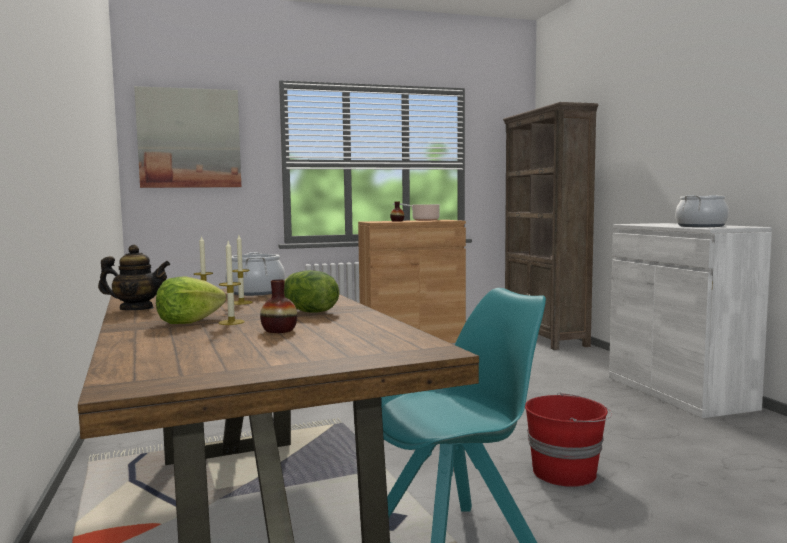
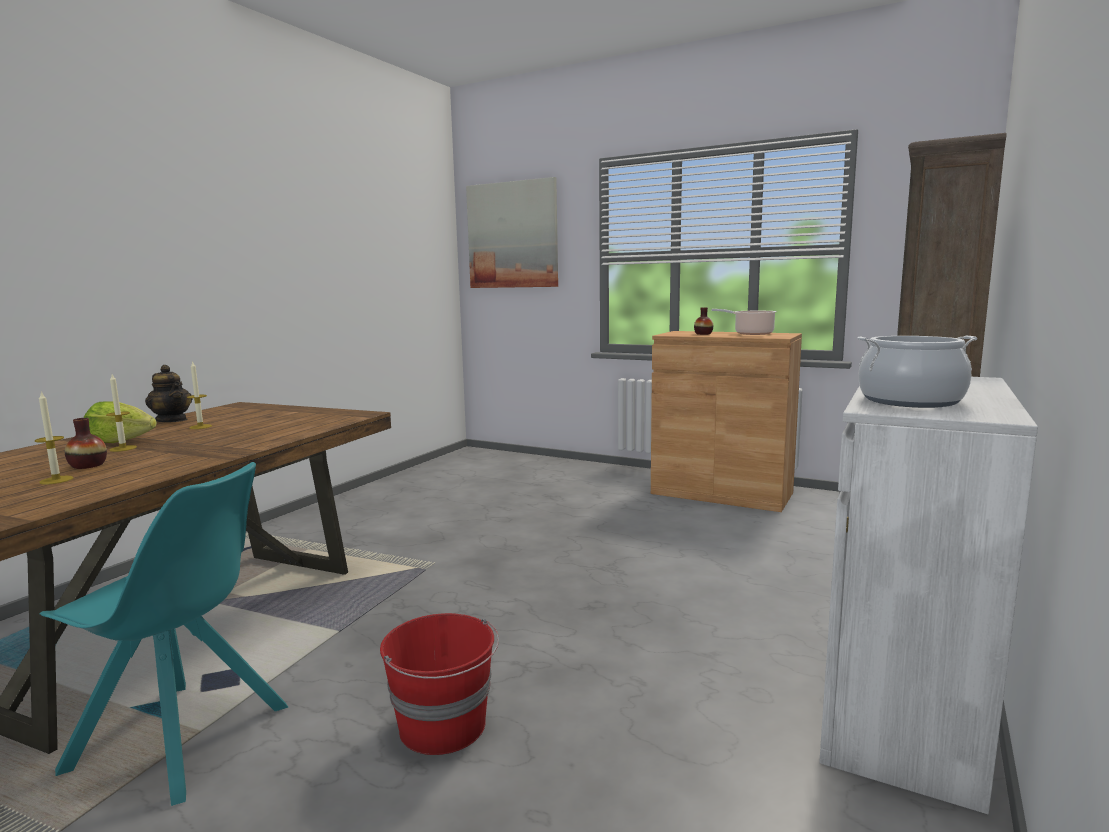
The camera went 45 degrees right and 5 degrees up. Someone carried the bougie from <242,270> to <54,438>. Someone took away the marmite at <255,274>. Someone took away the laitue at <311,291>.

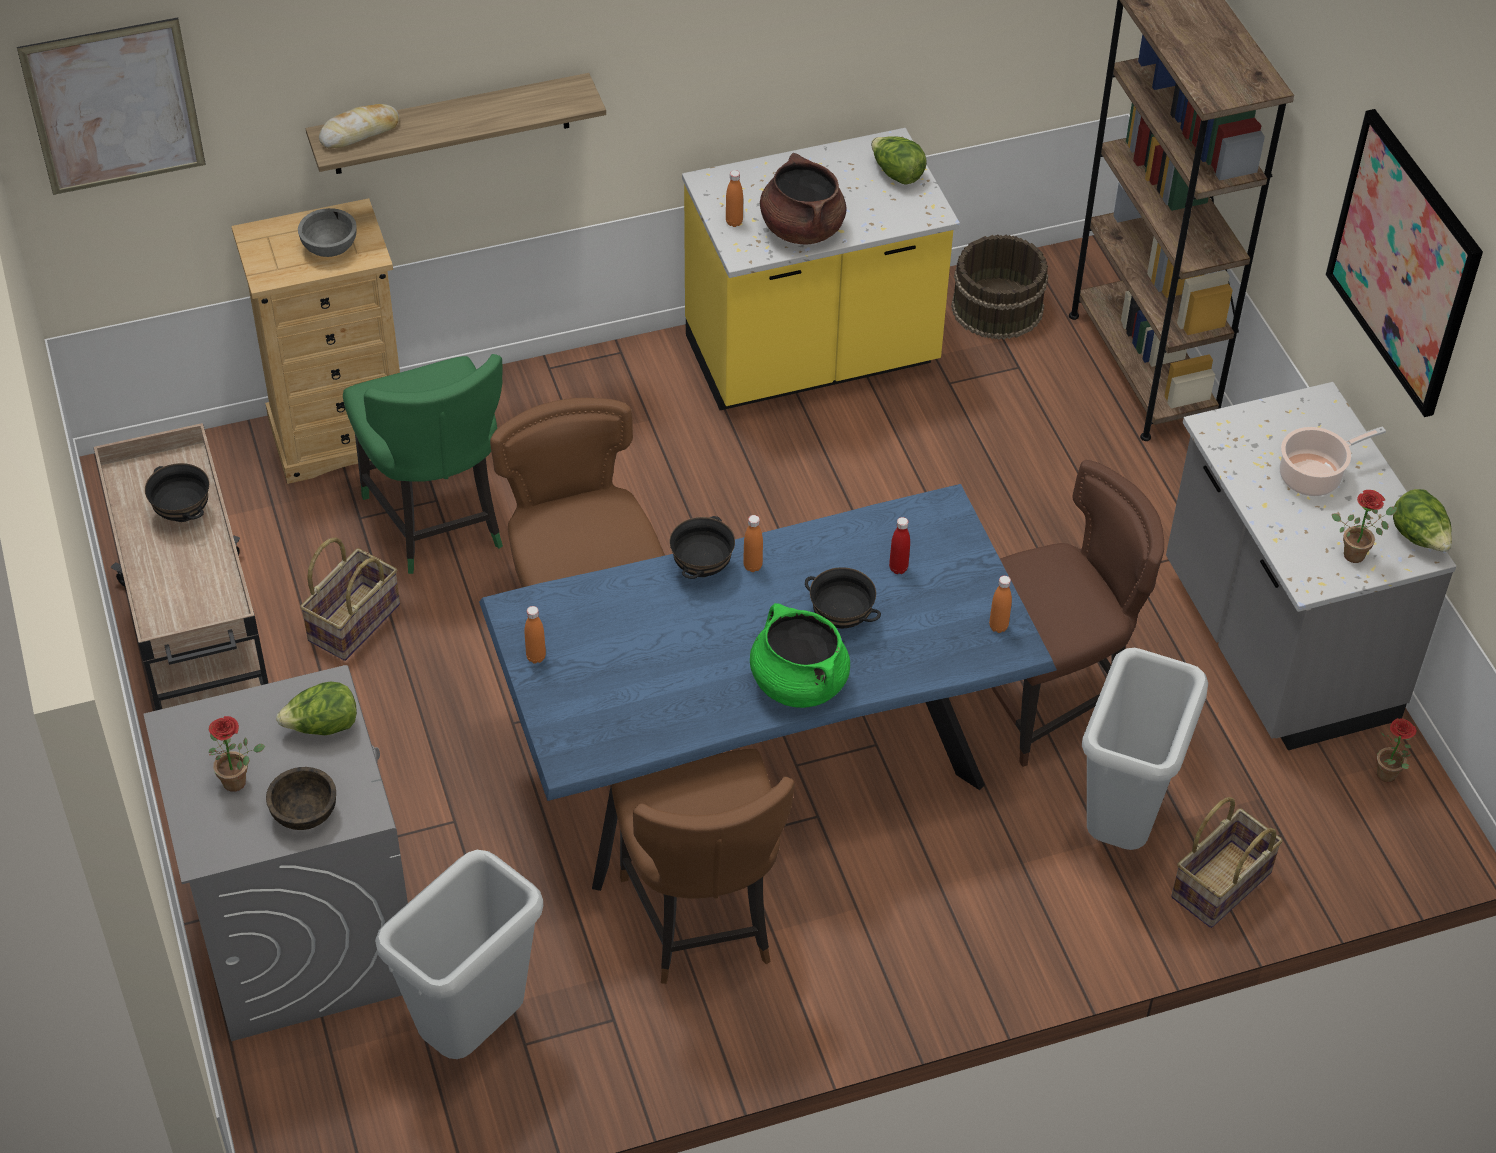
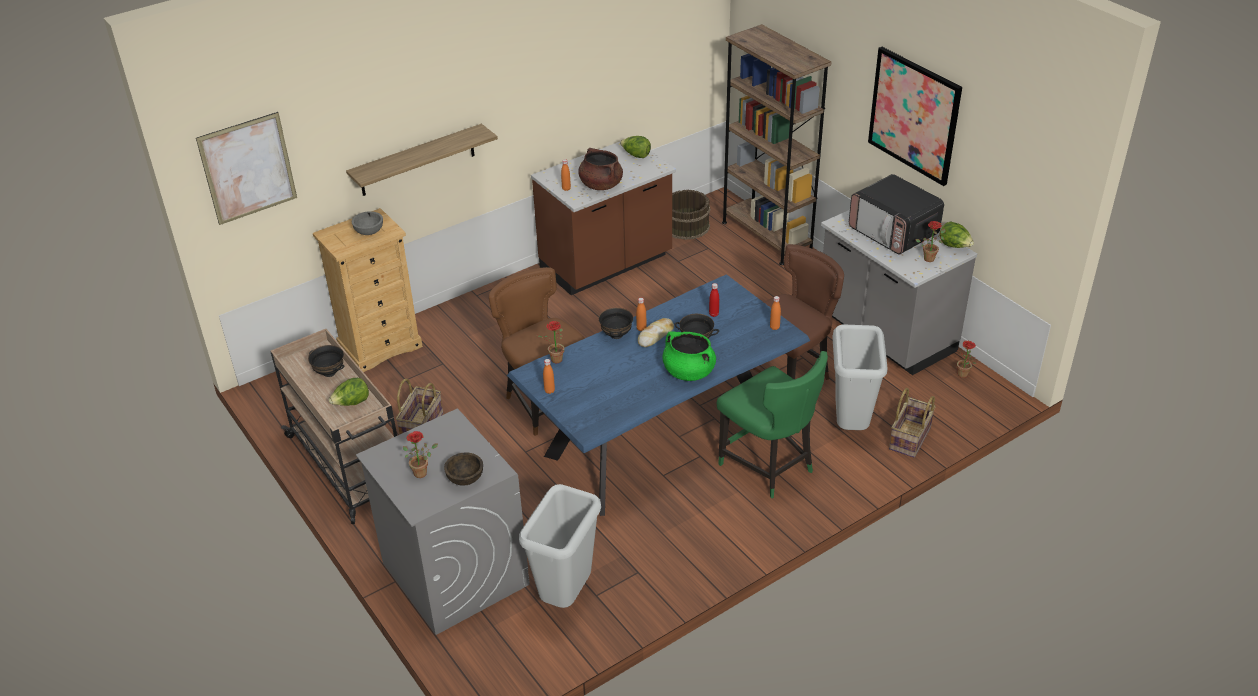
The camera went 15 degrees left and 10 degrees down. Someone carried the laitue from <316,708> to <349,392>. Someone repainted the comptoir de cuisine (jaune) at <821,269>, which became the comptoir de cuisine (marron) at <603,218>. Someone put down the plante en pot at <550,342>. Someone carried the pain from <359,126> to <656,332>. Someone carried the chaise (vert) from <423,464> to <772,424>. Someone swapped the marmite at <1333,461> for the micro-ondes at <896,214>. Someone took away the chaise (marron) at <703,866>.

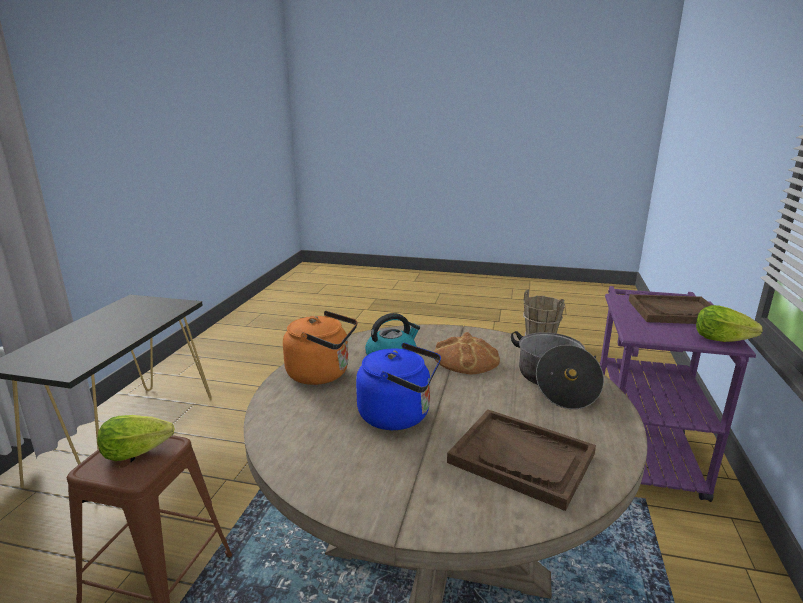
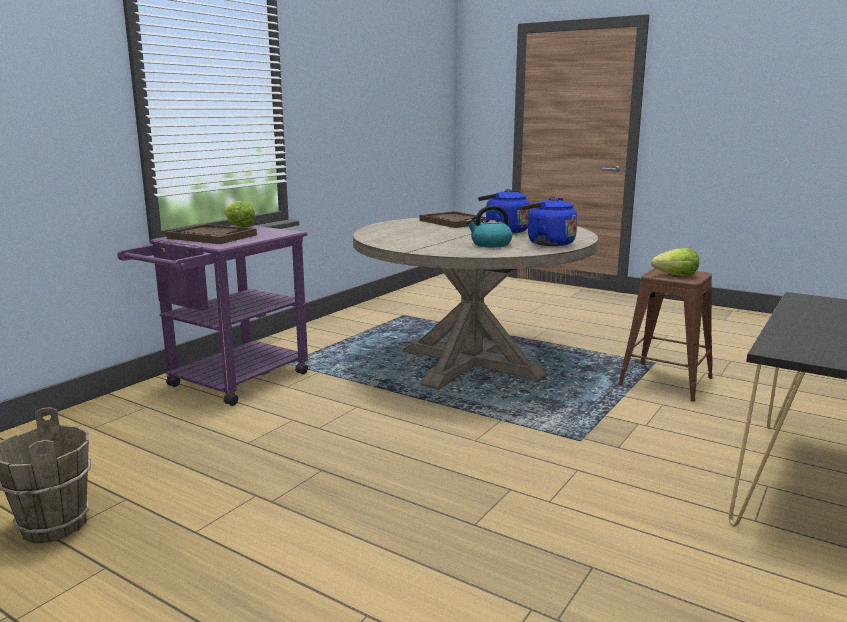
The camera went 160 degrees left and 5 degrees down. Someone repainted the bouilloire (orange) at <320,348>, which became the bouilloire (bleu) at <548,221>. Someone took away the pain at <467,353>. Someone took away the marmite at <557,370>.

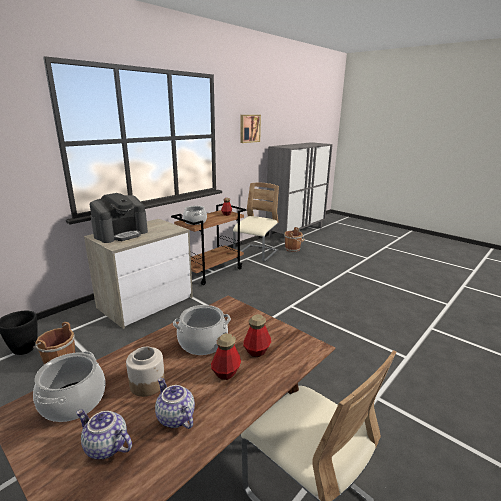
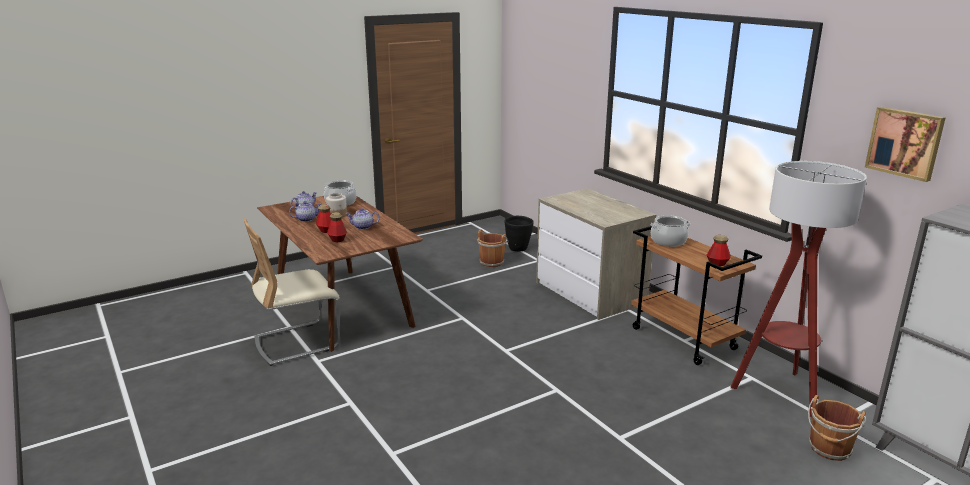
The camera went 105 degrees right and 0 degrees up. Someone swapped the marmite at <202,330> for the théière at <362,219>. Someone swapped the chaise (beige) at <256,222> for the lampadaire at <799,289>. Someone took away the machine à café at <119,218>.

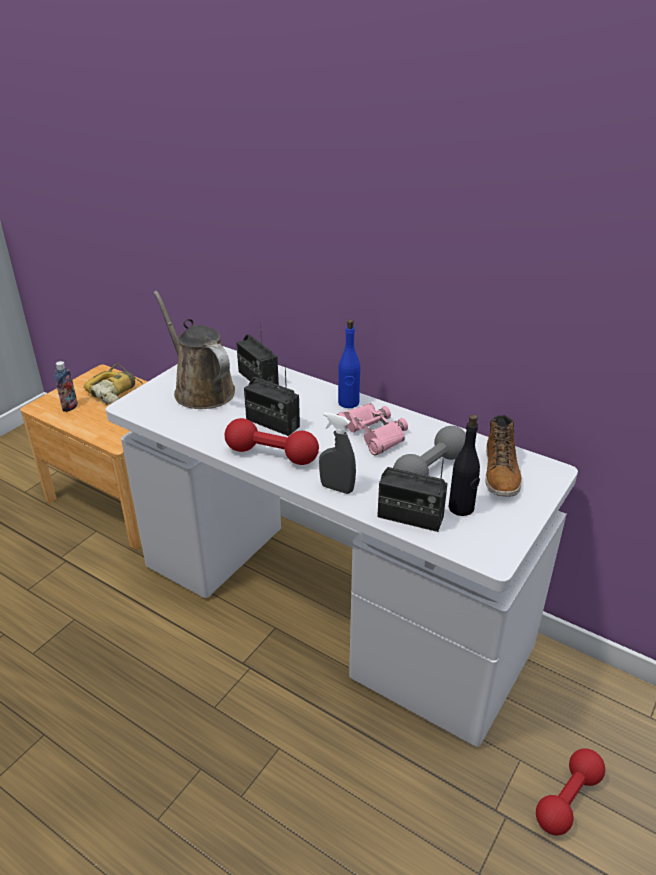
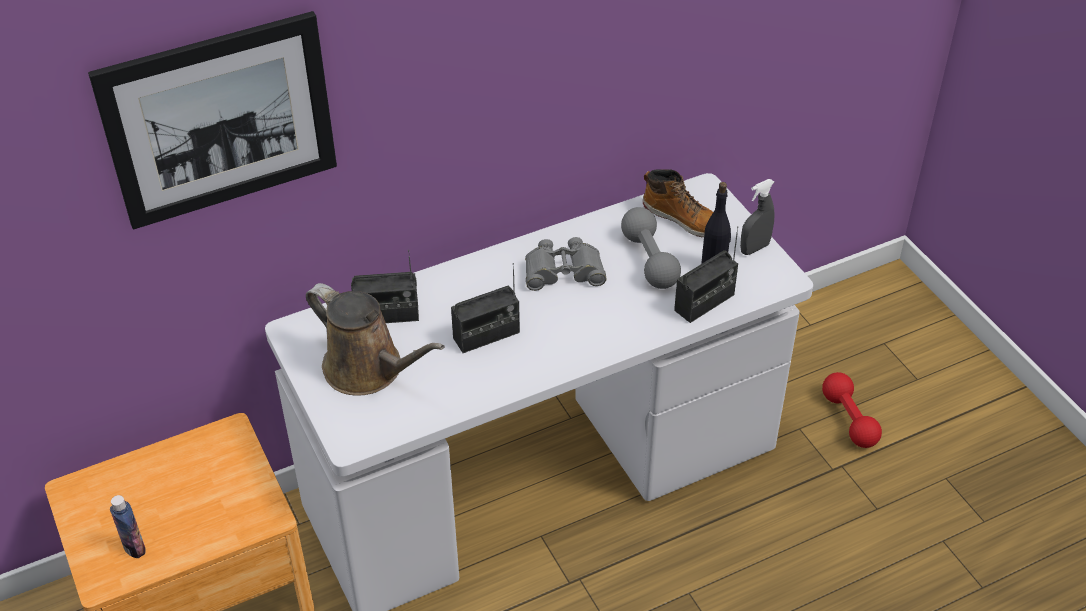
The camera went 60 degrees left and 10 degrees up. Someone put up the tableau at <212,120>. Someone rotated the arrosoir (marron) at <194,350> by 135 degrees counterclockwise. Someone repainted the jumelles (rose) at <372,429>, which became the jumelles (gris) at <565,264>. Someone carried the vaporisateur (gris) from <337,453> to <757,217>. Someone took away the perceuse at <113,383>. Someone took away the haltère (rouge) at <272,441>. Someone took away the bouteille (bleu) at <349,363>.

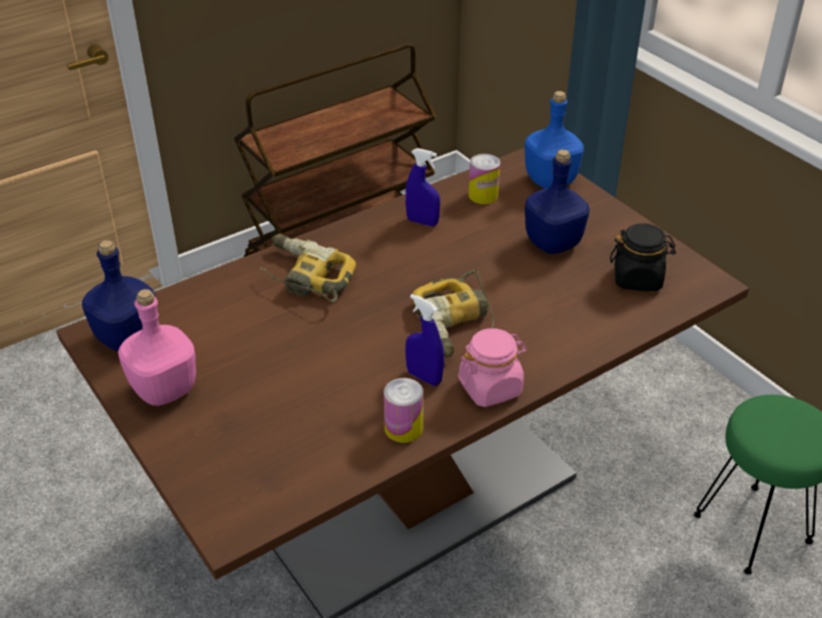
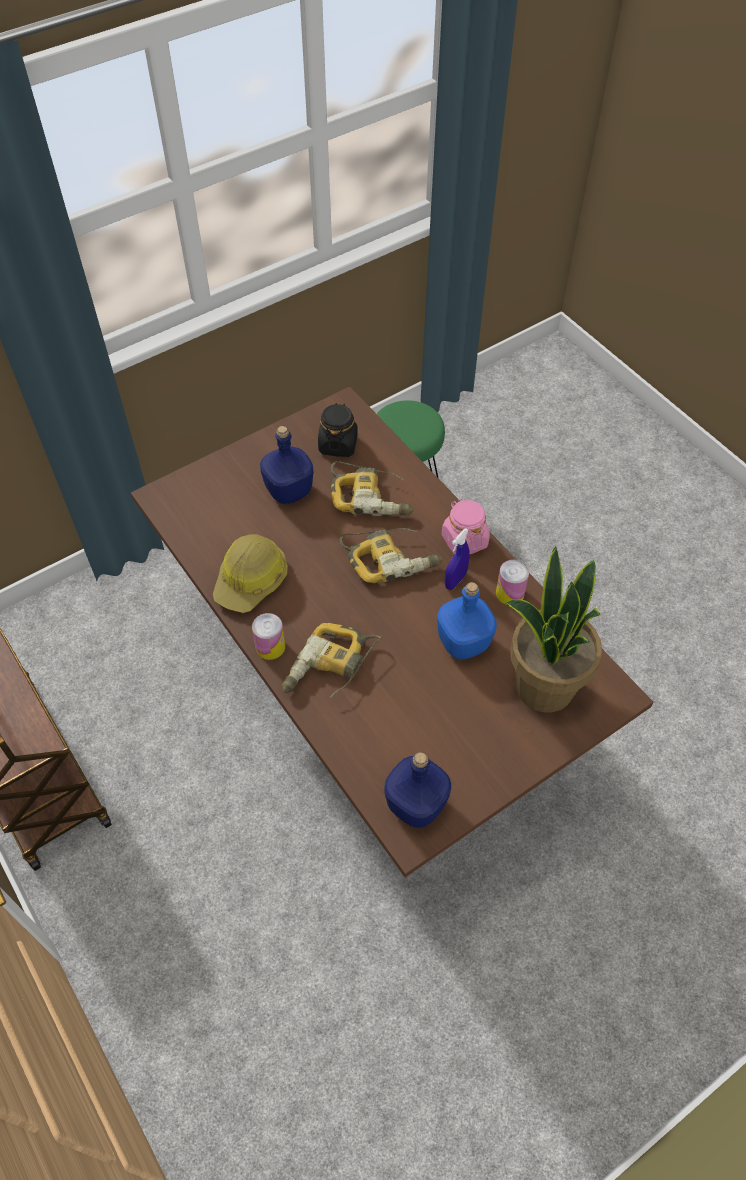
The camera went 90 degrees left and 15 degrees up. Someone swapped the vaporisateur (bleu) at <422,187> for the casque de chantier at <250,574>. Someone carried the boîte métallique from <484,179> to <268,636>. Someone put down the perceuse at <372,488>. Someone carried the bouteille (bleu) from <554,139> to <467,621>. Someone put down the plante en pot at <553,629>. Someone took away the bouteille (rose) at <157,347>.

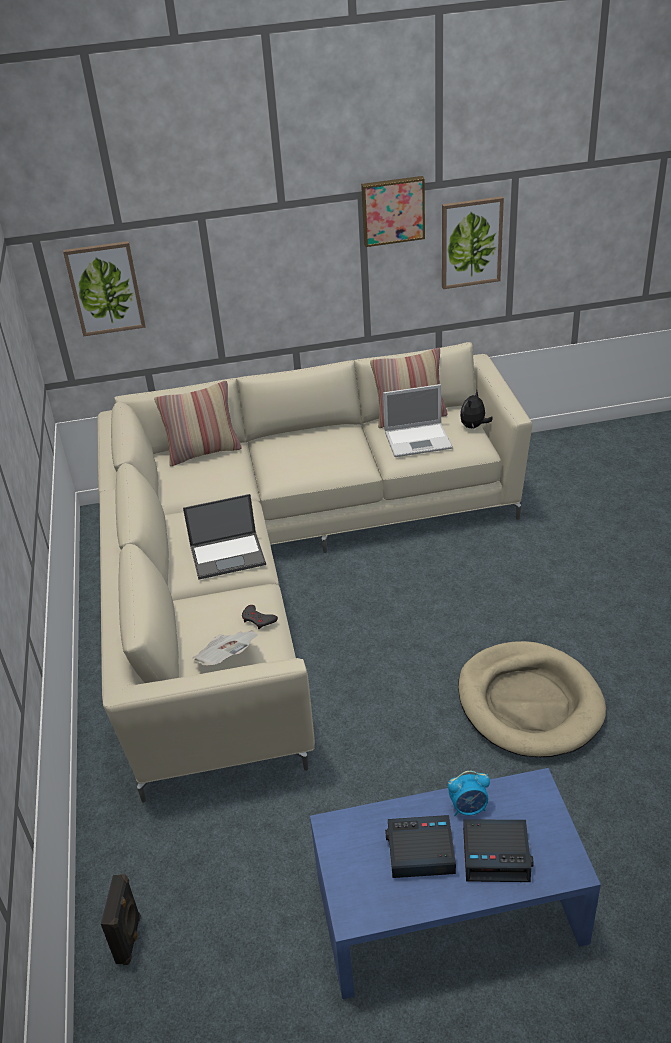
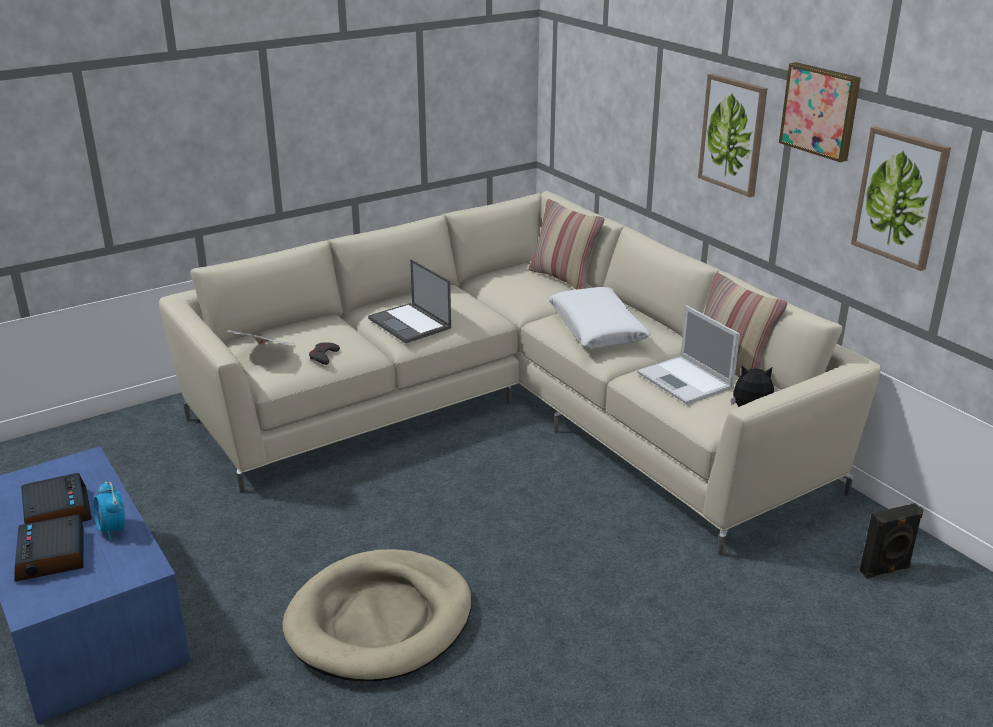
The camera went 65 degrees right and 10 degrees down. Someone put down the coussin (blanc) at <599,318>. Someone carried the tableau from <104,288> to <732,135>. Someone carried the enceinte (noir) from <121,919> to <892,541>.

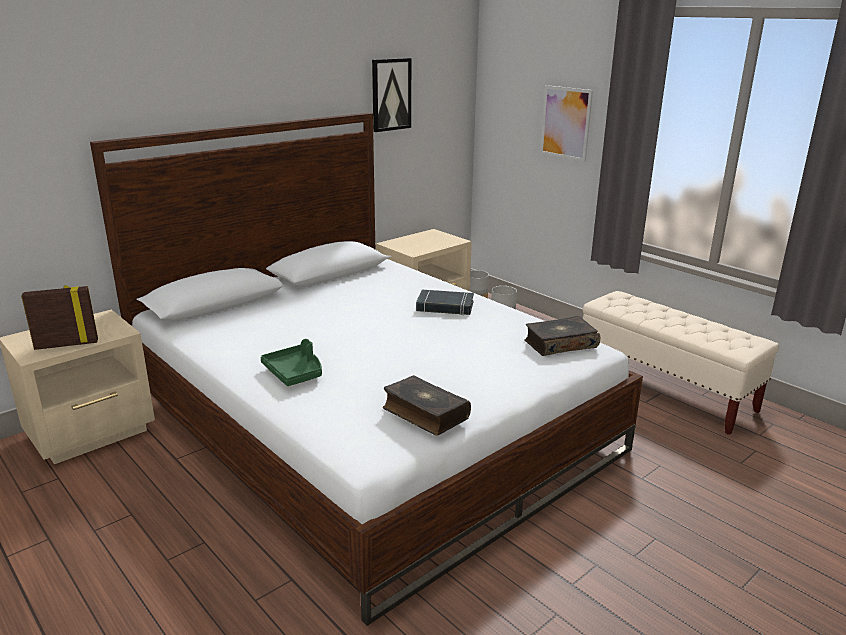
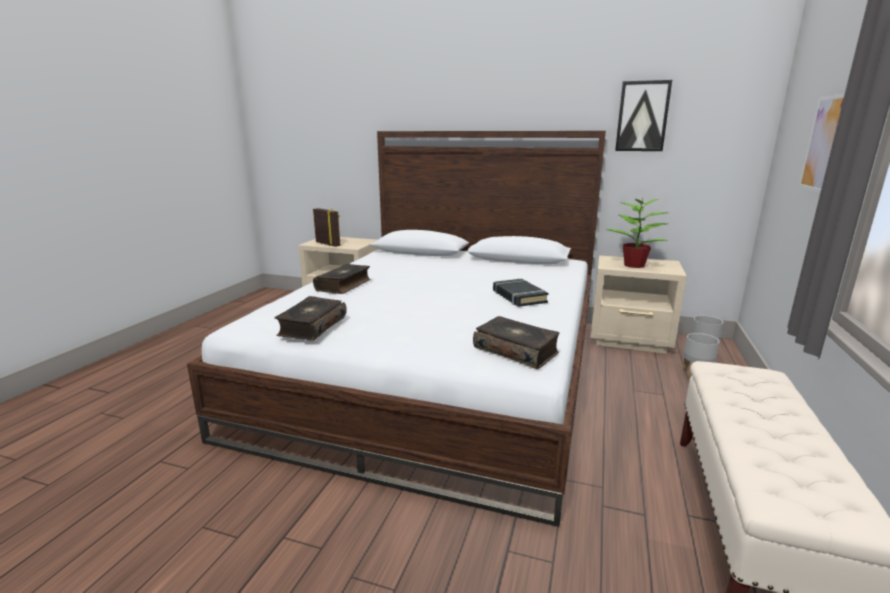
The camera went 60 degrees right and 5 degrees down. Someone swapped the plateau (vert) at <291,362> for the livre at <342,279>. Someone put down the plante en pot at <637,231>.

